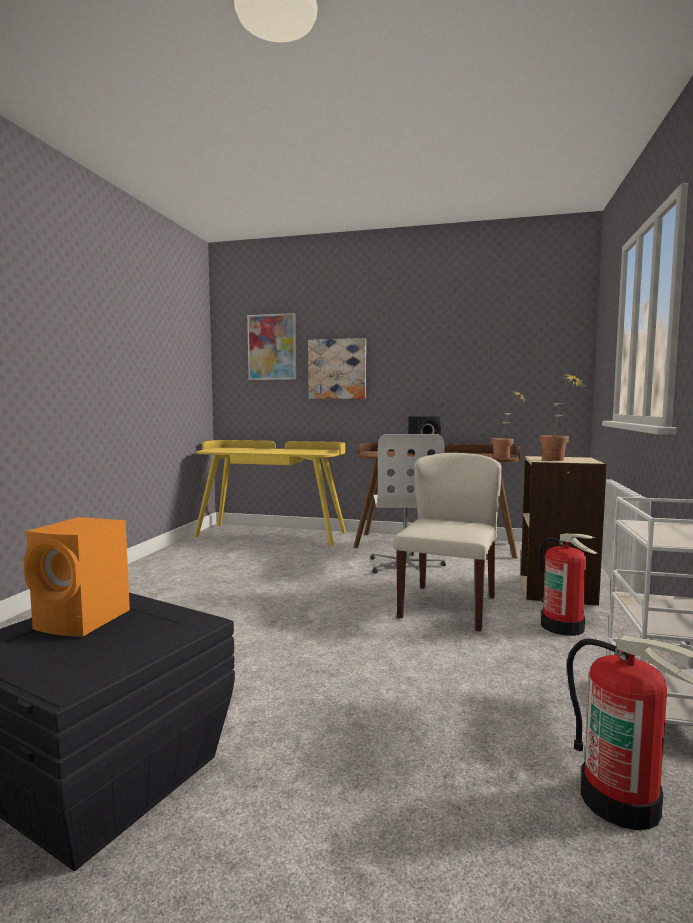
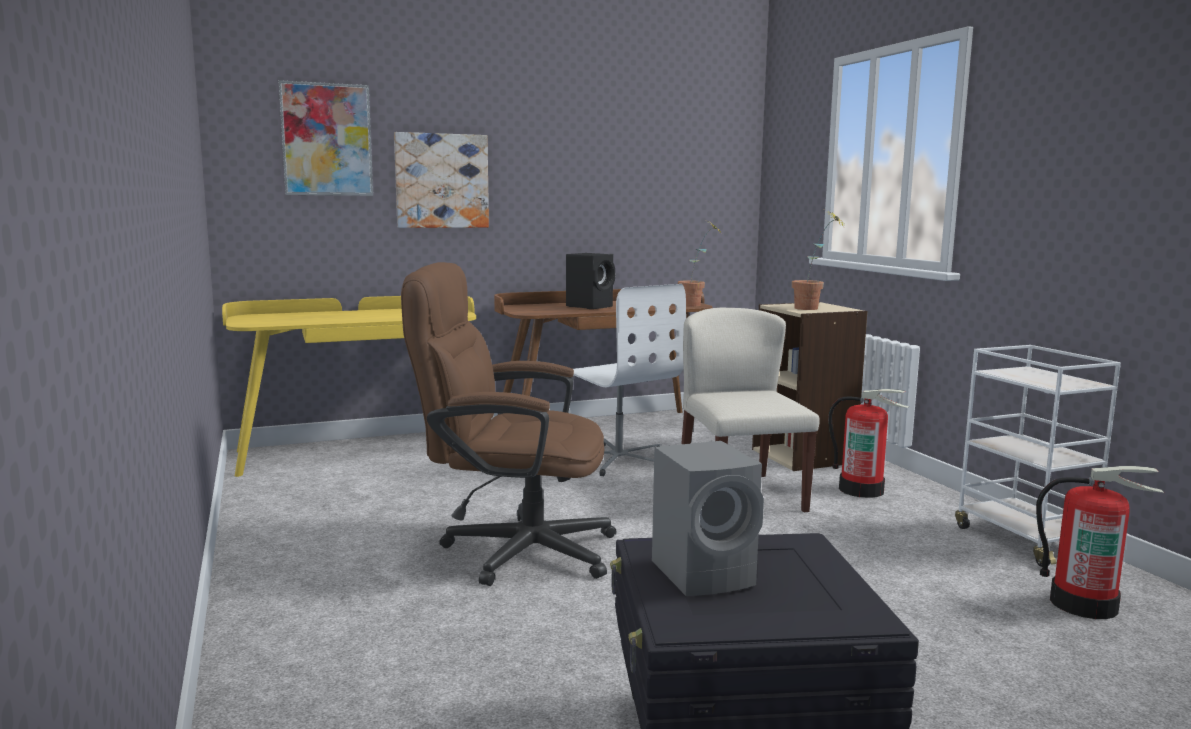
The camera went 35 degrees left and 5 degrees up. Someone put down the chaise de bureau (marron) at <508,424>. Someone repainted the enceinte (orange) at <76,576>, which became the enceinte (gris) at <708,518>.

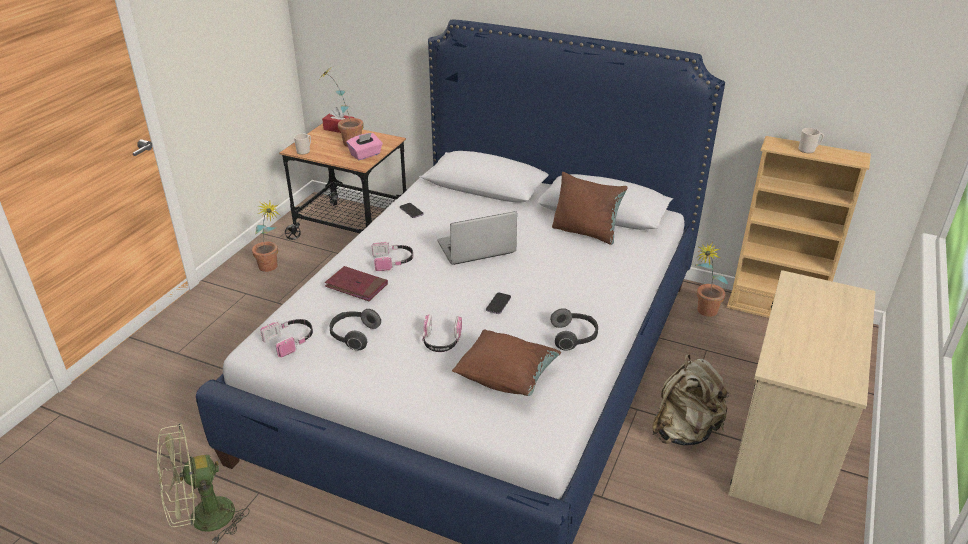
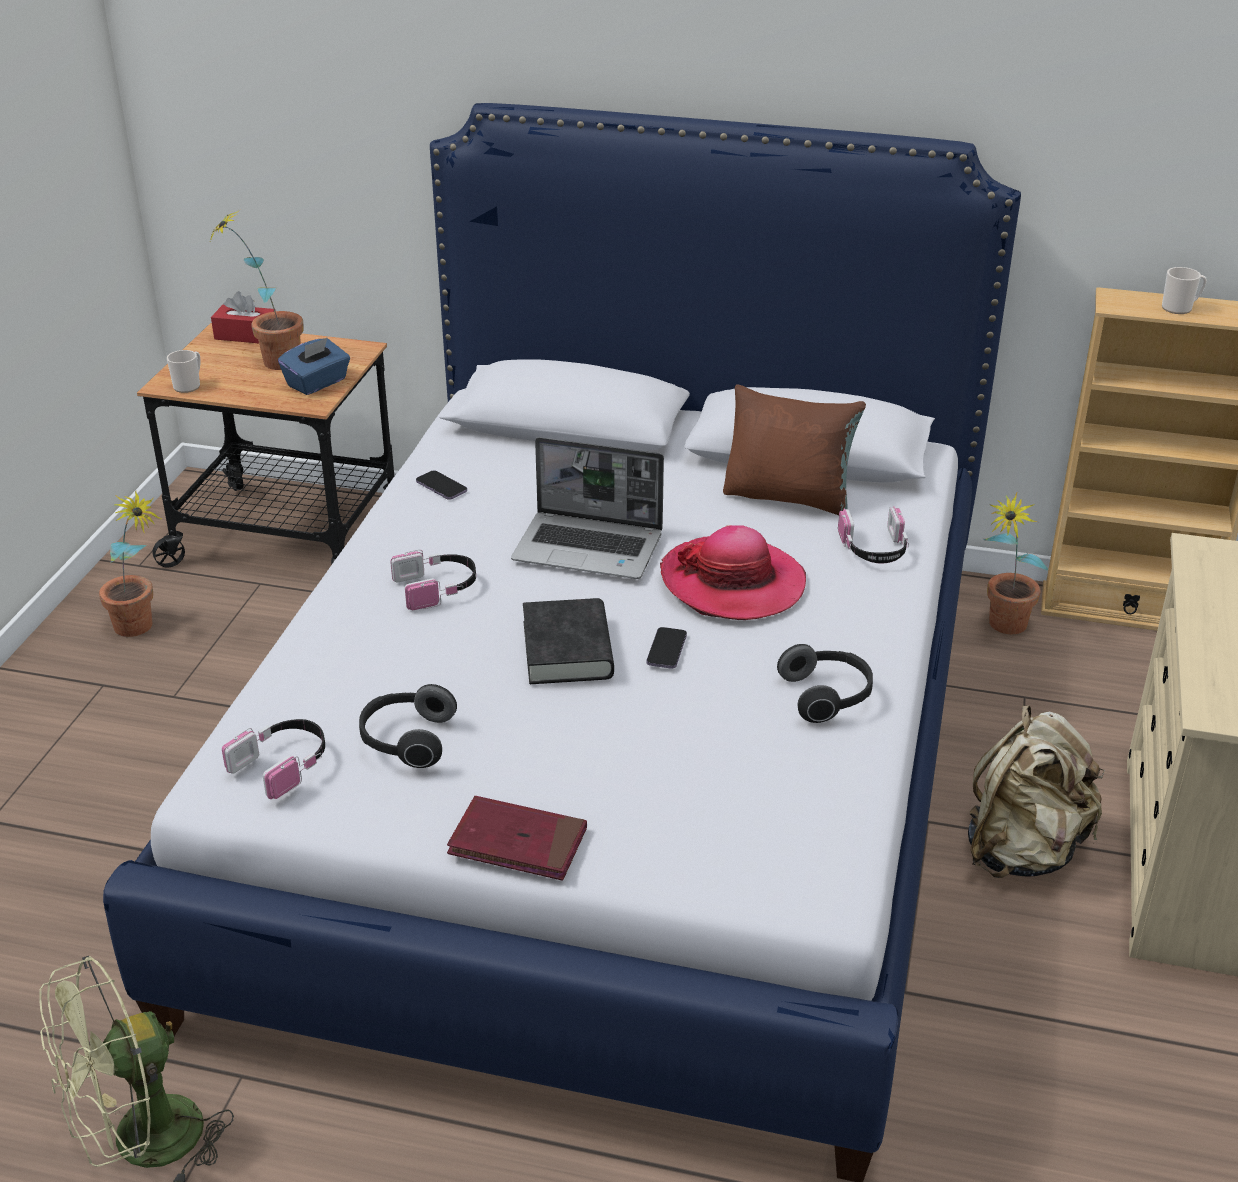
The camera went 10 degrees left and 0 degrees up. Someone repainted the boîte à mouchoirs (rose) at <365,146>, which became the boîte à mouchoirs (bleu) at <314,366>. Someone carried the livre (rouge) from <356,283> to <517,838>. Someone rotated the ordinateur portable at <477,238> by 135 degrees counterclockwise. Someone put down the livre (noir) at <568,641>. Someone put down the chapeau at <733,572>. Someone carried the casque audio from <442,333> to <873,534>. Someone took away the coussin (marron) at <506,362>.

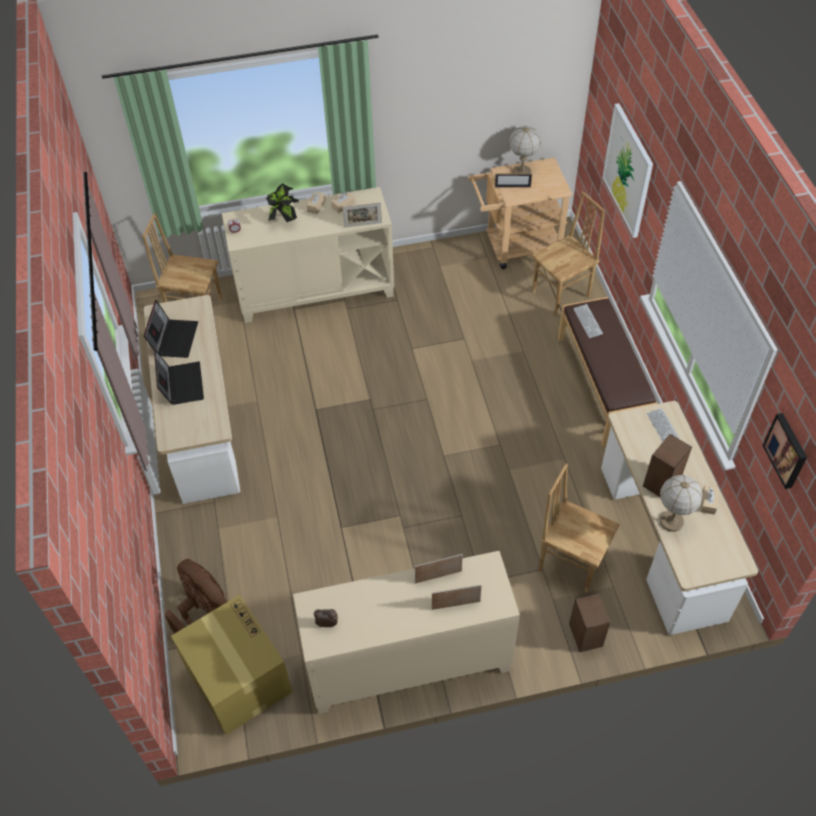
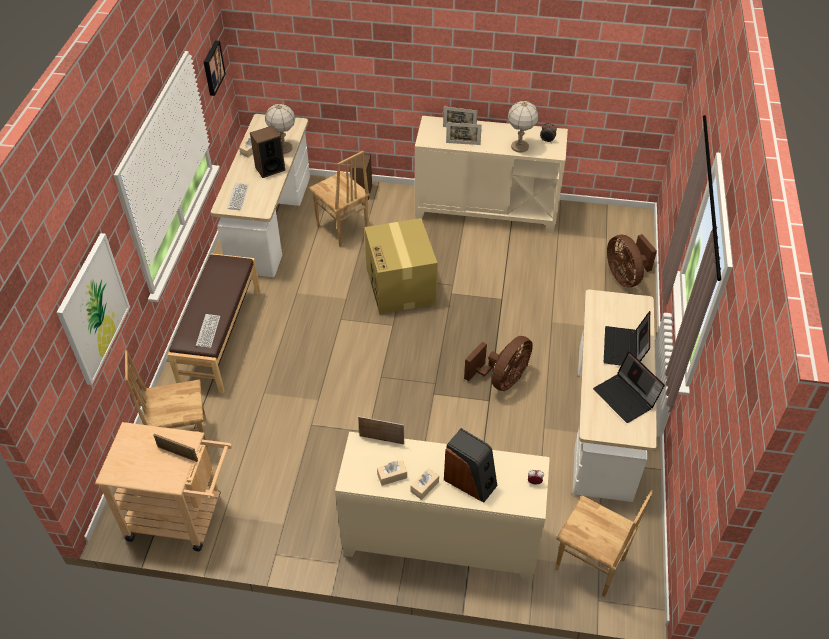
The camera went 160 degrees left and 5 degrees down. Someone carried the carton from <231,665> to <400,266>. Someone swapped the plante en pot at <282,202> for the enceinte at <470,465>. Someone put down the ventilateur (marron) at <498,363>. Someone carried the lampe de table from <525,149> to <523,127>. Someone rotated the ordinateur portable at <171,329> by 60 degrees counterclockwise.

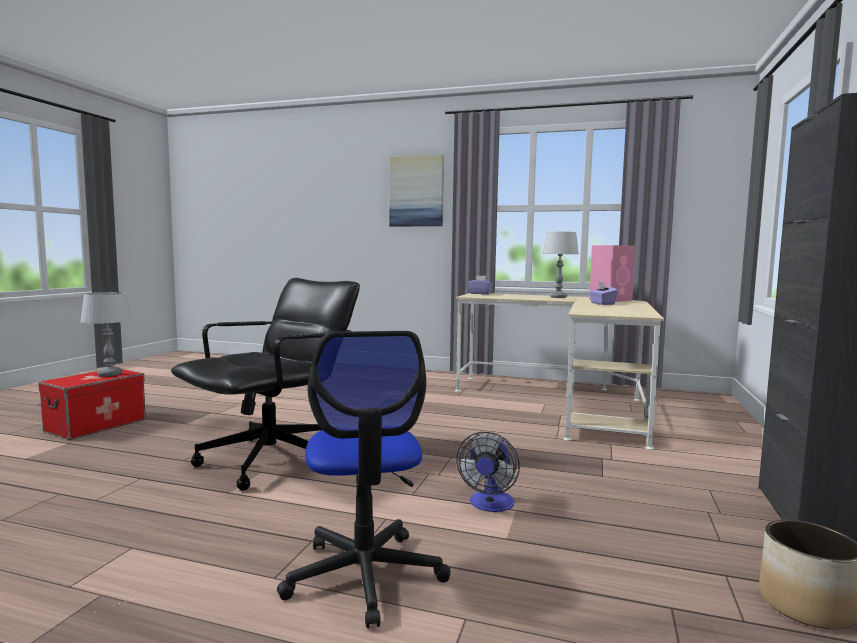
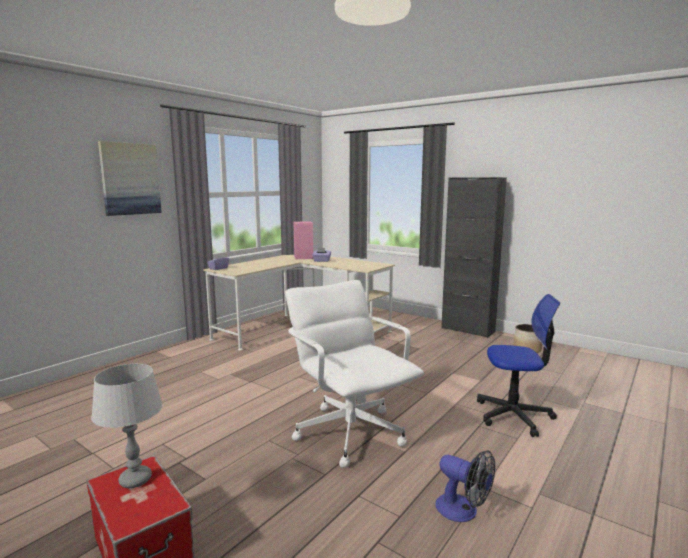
The camera went 70 degrees left and 5 degrees up. Someone repainted the chaise de bureau (noir) at <265,384>, which became the chaise de bureau (blanc) at <354,374>. Someone carried the ventilateur from <488,472> to <465,486>. Someone took away the lampe de table (gris) at <560,265>.

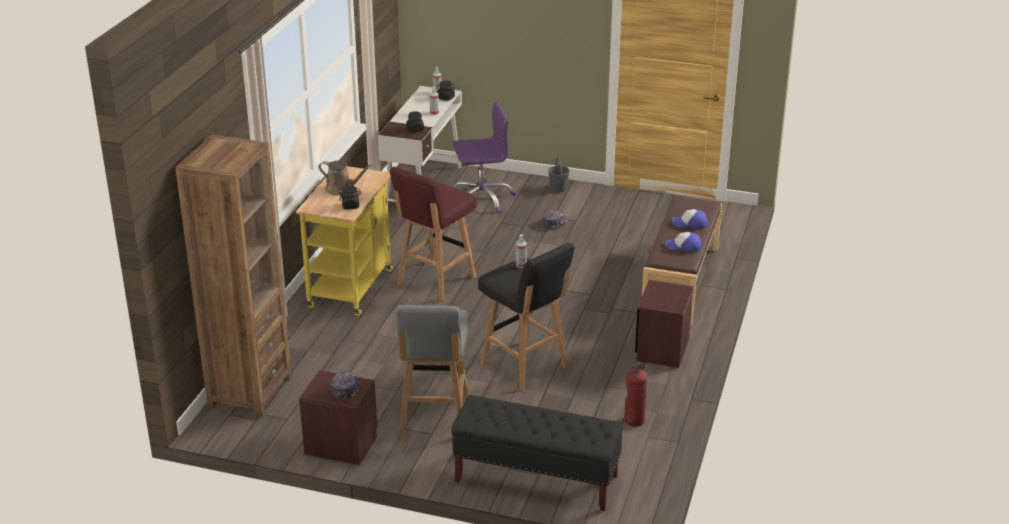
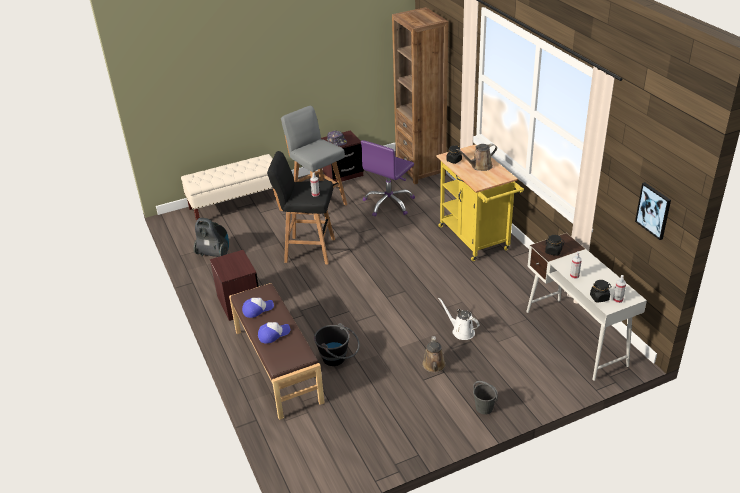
The camera went 140 degrees right and 5 degrees up. Someone repainted the banc (noir) at <537,453>, which became the banc (beige) at <227,187>. Someone swapped the extincteur at <635,394> for the aspirateur at <211,237>. Someone put down the seau (noir) at <337,344>. Someone carried the chaise de bureau (violet) from <484,157> to <388,178>. Someone swapped the casquette at <555,220> for the arrosoir (marron) at <434,354>. Someone put down the arrosoir (blanc) at <458,319>. Someone put up the tableau at <653,211>. Someone took away the tabouret (rouge) at <433,234>.

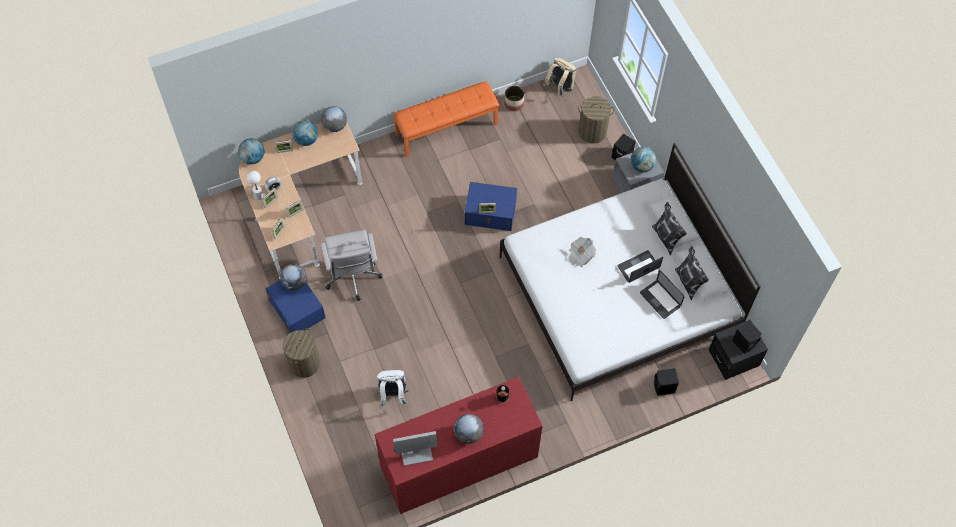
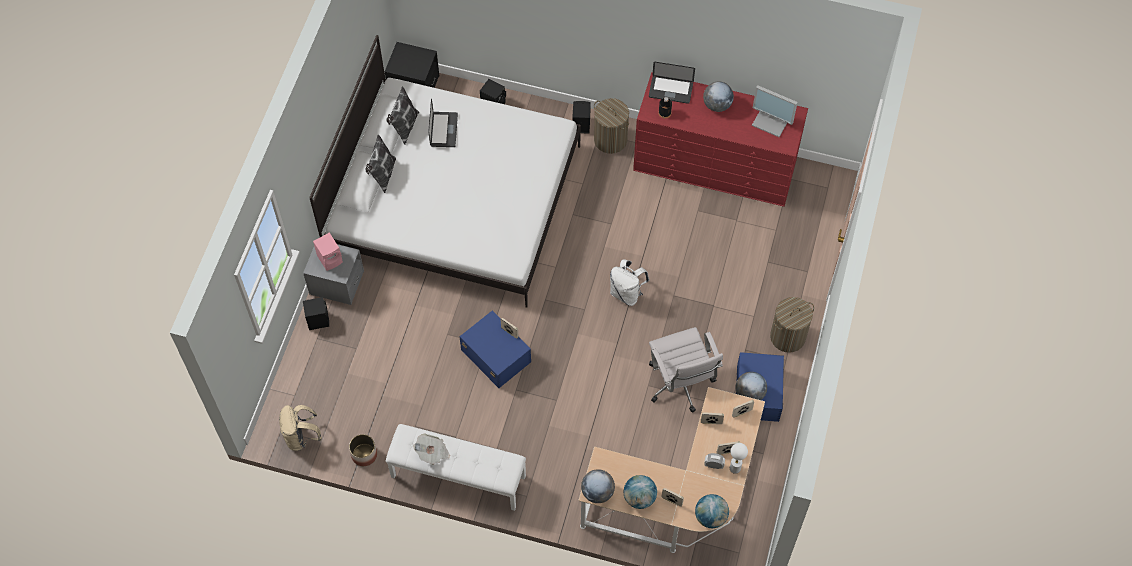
The camera went 140 degrees left and 0 degrees up. Someone swapped the globe at <643,160> for the enceinte (rose) at <328,252>. Someone repainted the banc (orange) at <446,119>, which became the banc (blanc) at <456,467>. Someone carried the journal from <581,252> to <431,449>. Someone carried the enceinte (noir) from <747,337> to <581,117>. Someone carried the panier à linge from <596,119> to <611,126>. Someone carried the sac à dos (blanc) from <392,389> to <629,282>. Someone carried the ordinateur portable from <640,266> to <672,83>. Someone rotated the chaise de bureau (blanc) at <352,265> by 135 degrees clockwise.

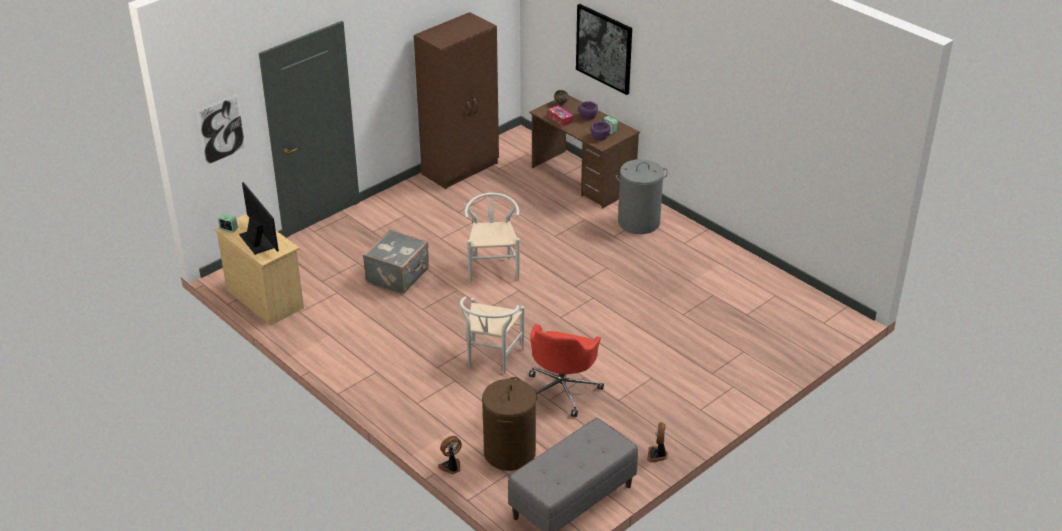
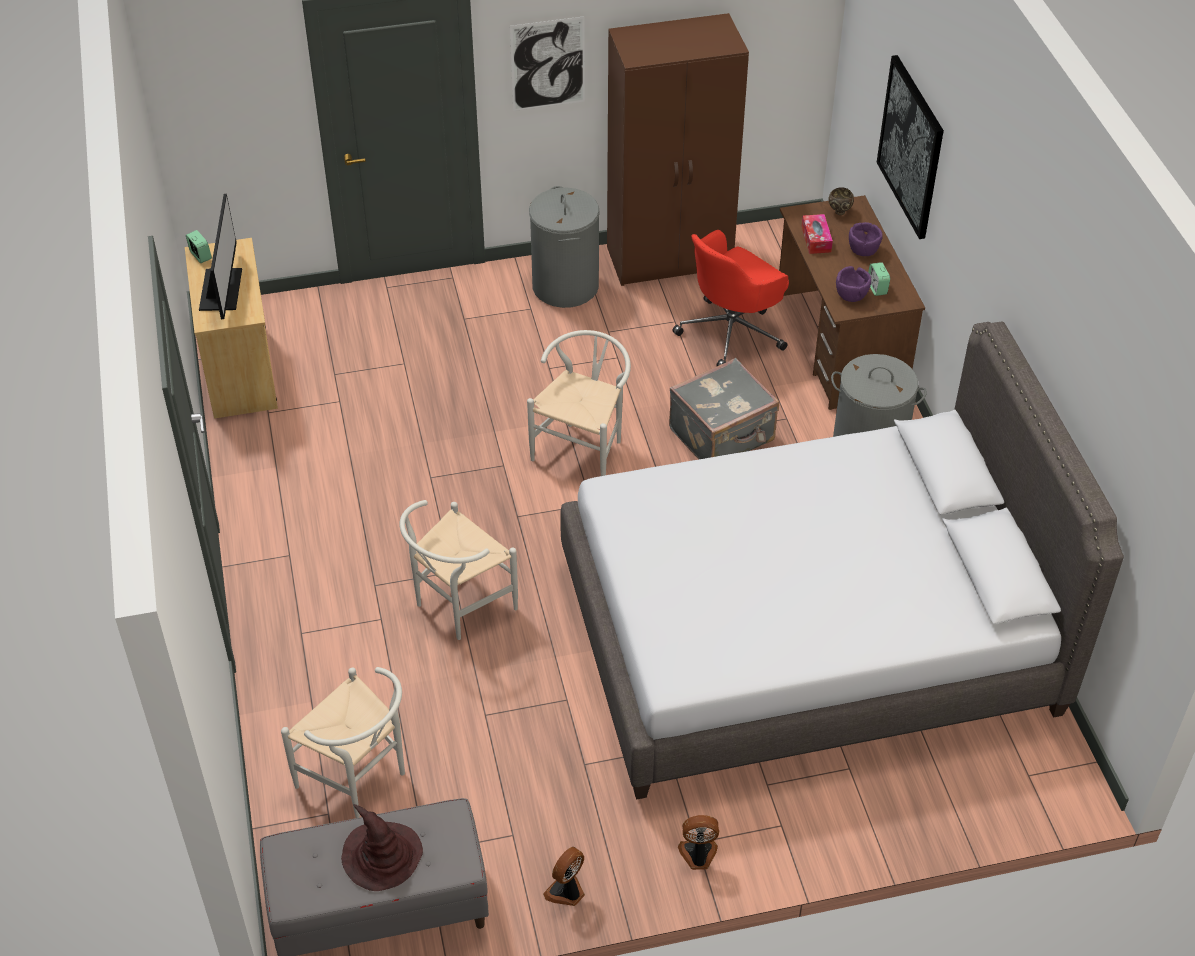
The camera went 30 degrees right and 10 degrees up. Someone swapped the panier à linge (marron) at <509,424> for the chaise (blanc) at <343,742>. Someone put down the chapeau (marron) at <382,847>. Someone carried the tableau from <221,130> to <547,63>. Someone put down the panier à linge (gris) at <564,247>. Someone put down the lit (gris) at <842,560>. Someone carried the valise (gris) from <396,261> to <724,408>. Someone carried the chaise de bureau (rouge) from <566,370> to <730,298>. Someone carried the ventilateur from <450,455> to <698,842>.

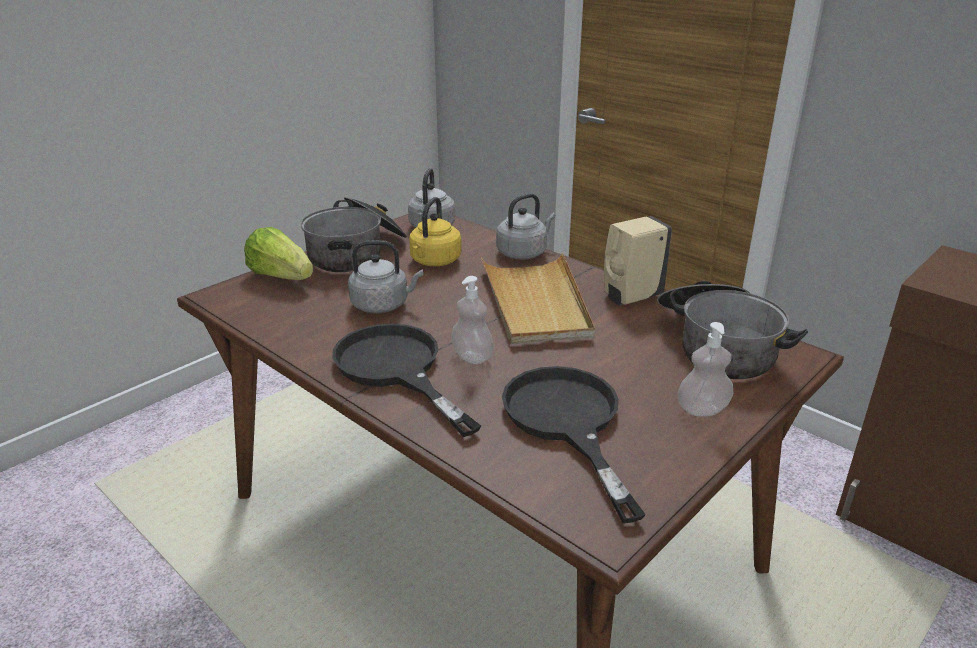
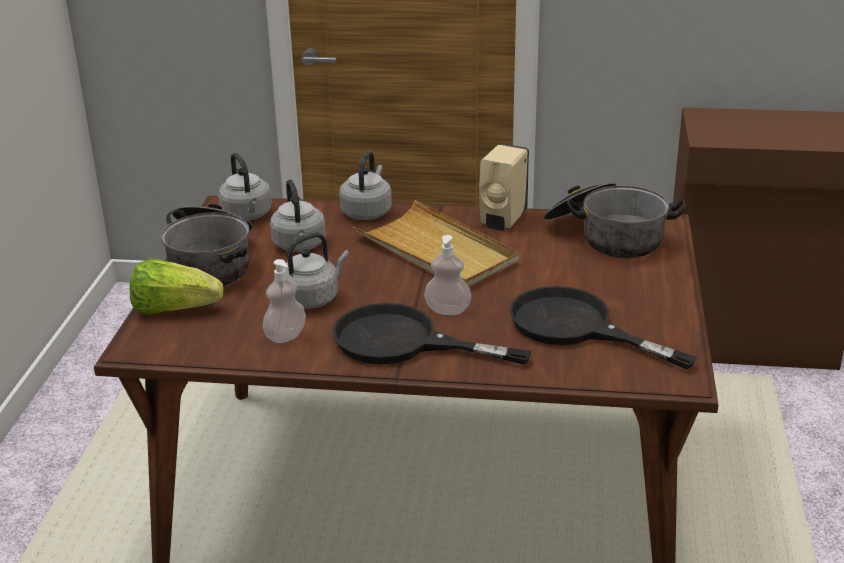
The camera went 35 degrees left and 0 degrees up. Someone carried the distributeur de savon from <705,369> to <284,301>. Someone repainted the bouilloire (jaune) at <435,231>, which became the bouilloire (gris) at <298,215>.

